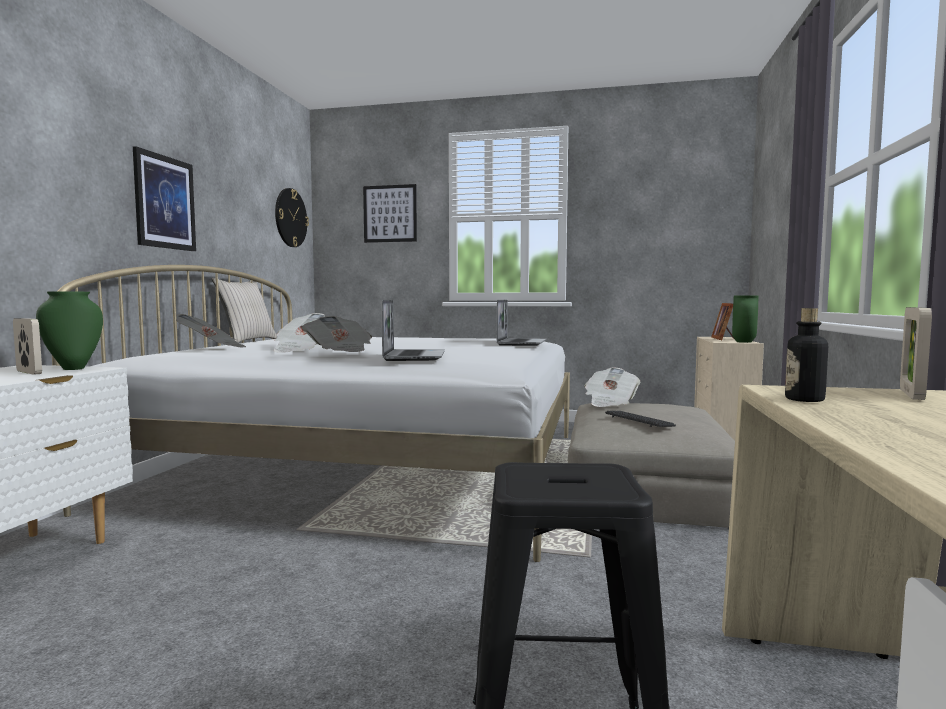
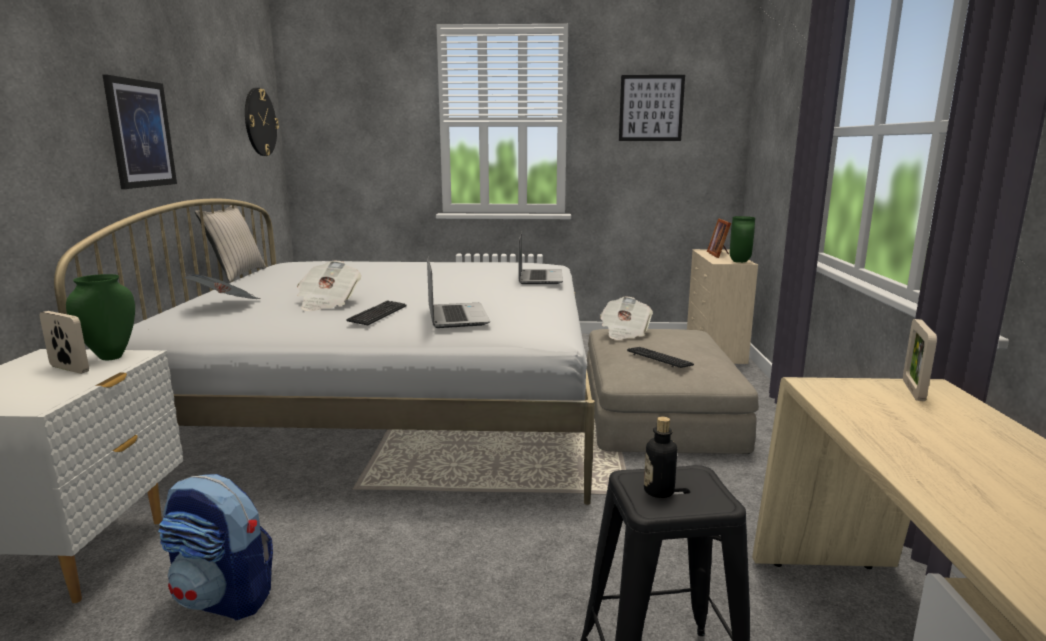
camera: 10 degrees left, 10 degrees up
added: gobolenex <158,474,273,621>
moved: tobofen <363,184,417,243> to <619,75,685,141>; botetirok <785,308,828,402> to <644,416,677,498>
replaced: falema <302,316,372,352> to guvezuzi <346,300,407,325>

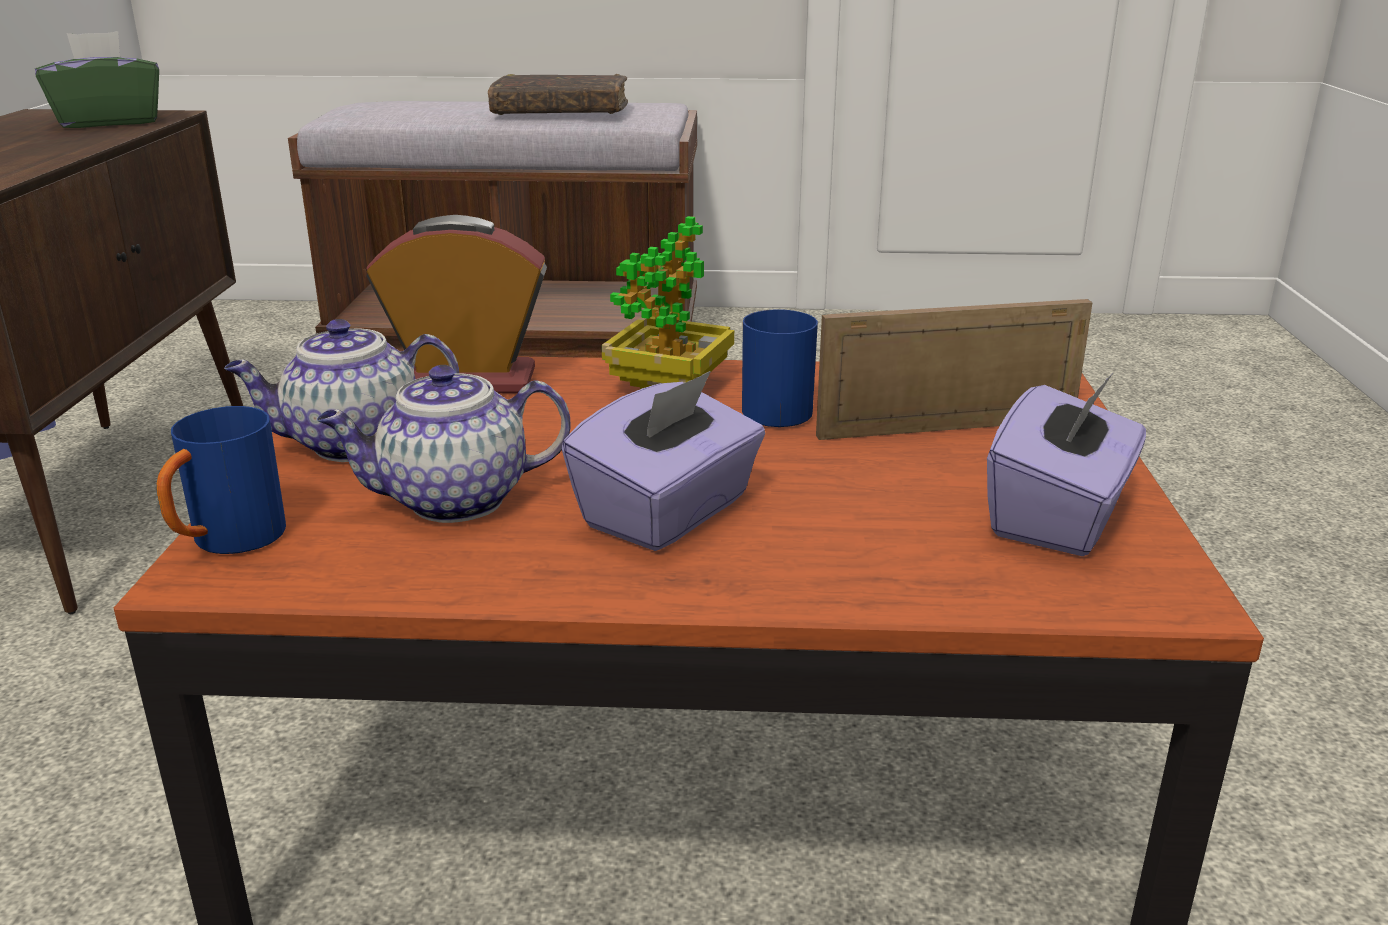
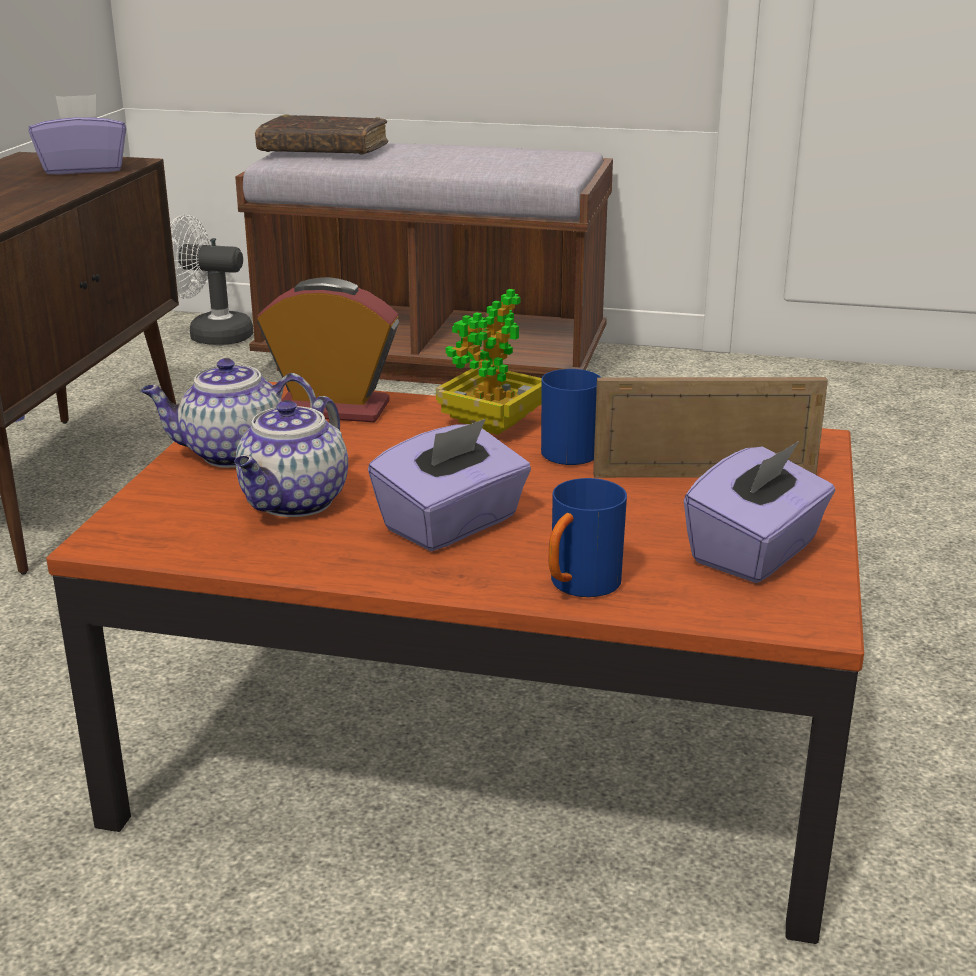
camera: 10 degrees right, 0 degrees up
added: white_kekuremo <170,215,253,345>
moved: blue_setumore <156,406,286,554> to <549,478,627,597>; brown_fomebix <488,74,628,115> to <255,114,388,155>
recoloured: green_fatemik <35,31,159,128> to purple_fatemik <29,94,127,175>
turned: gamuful <317,365,570,523> = <235,396,348,517> 60 degrees counterclockwise

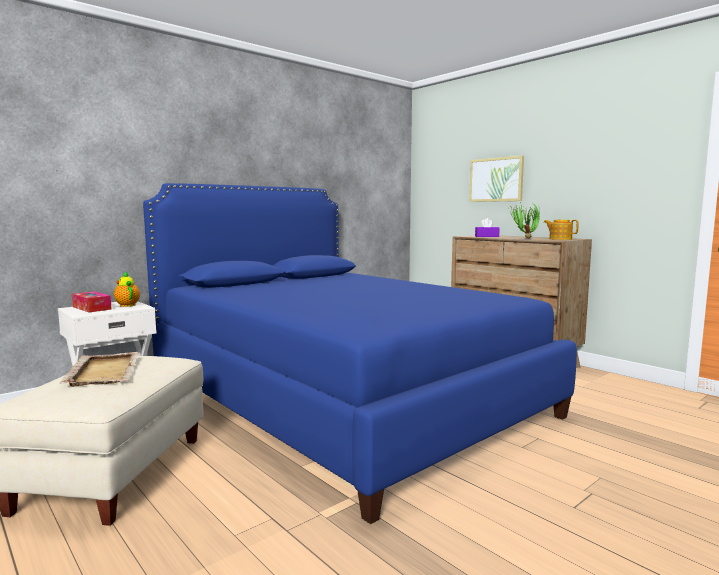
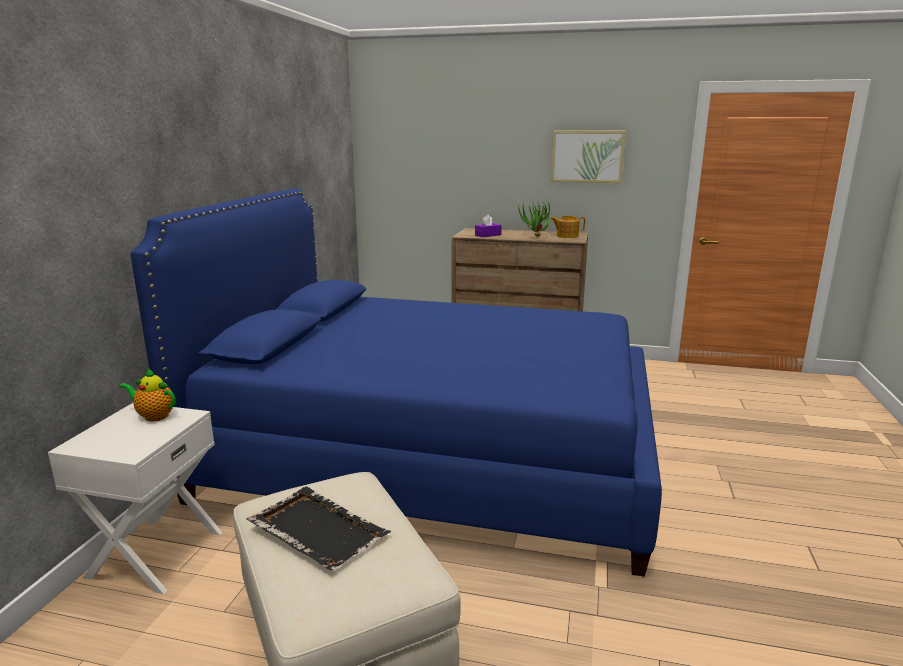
camera: 35 degrees left, 10 degrees up
removed: fatemik <72,291,112,313>
moved: tobofen <469,156,524,202> to <551,130,626,183>
recoloured: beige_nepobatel <60,352,139,387> to black_nepobatel <247,486,391,570>

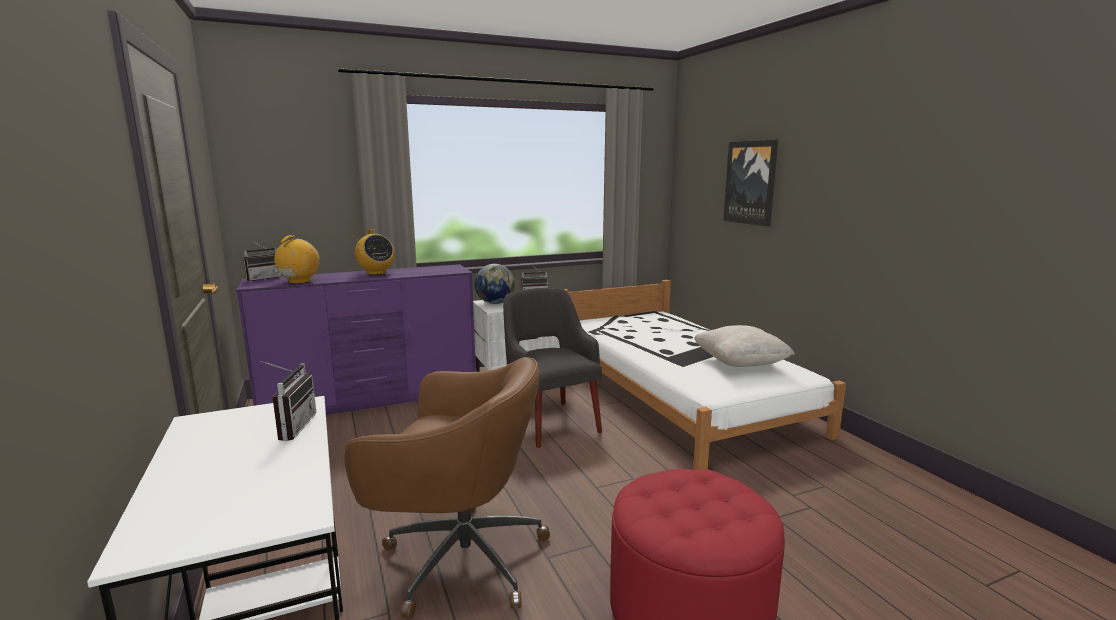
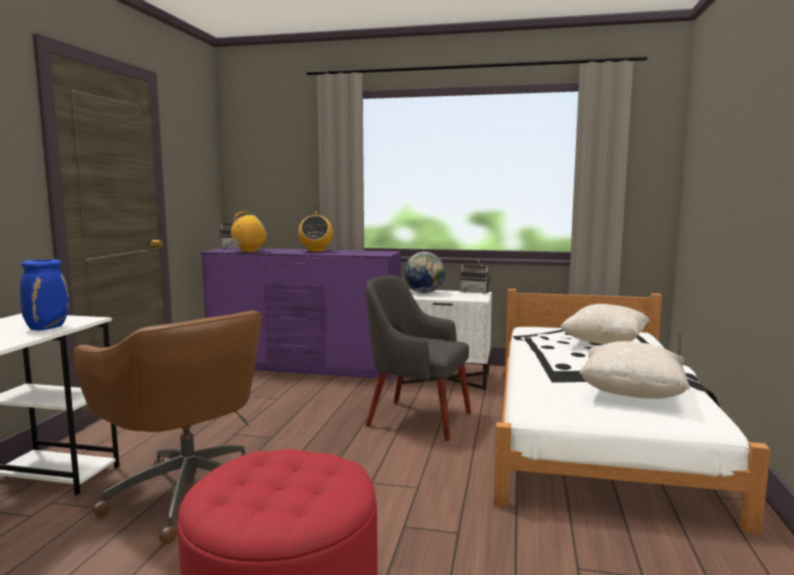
camera: 35 degrees right, 5 degrees down
removed: tobofen <723,139,778,227>
added: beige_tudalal <561,304,650,344>
replaced: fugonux <261,361,316,441> to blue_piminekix <20,259,69,330>
turned: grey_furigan <503,288,602,448> = <365,275,471,441> 75 degrees counterclockwise

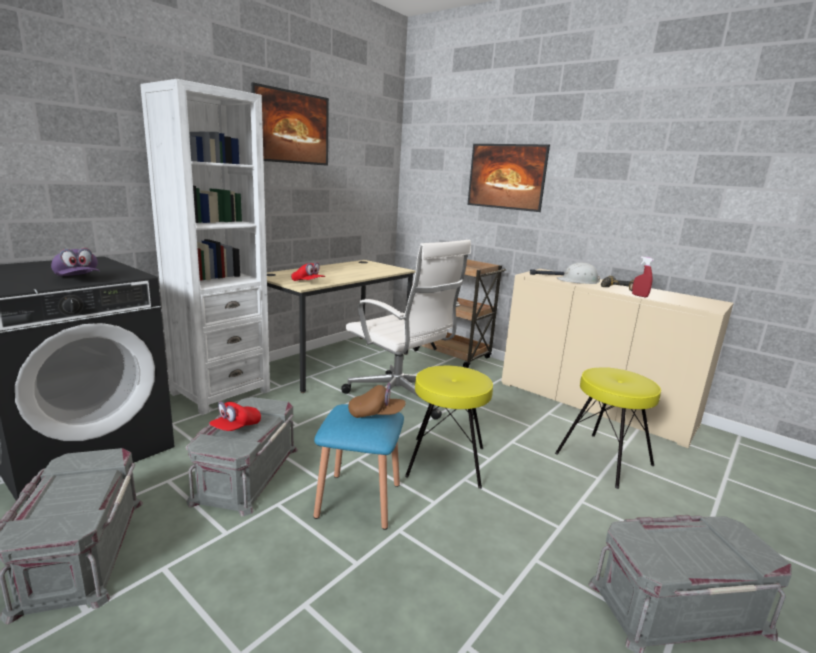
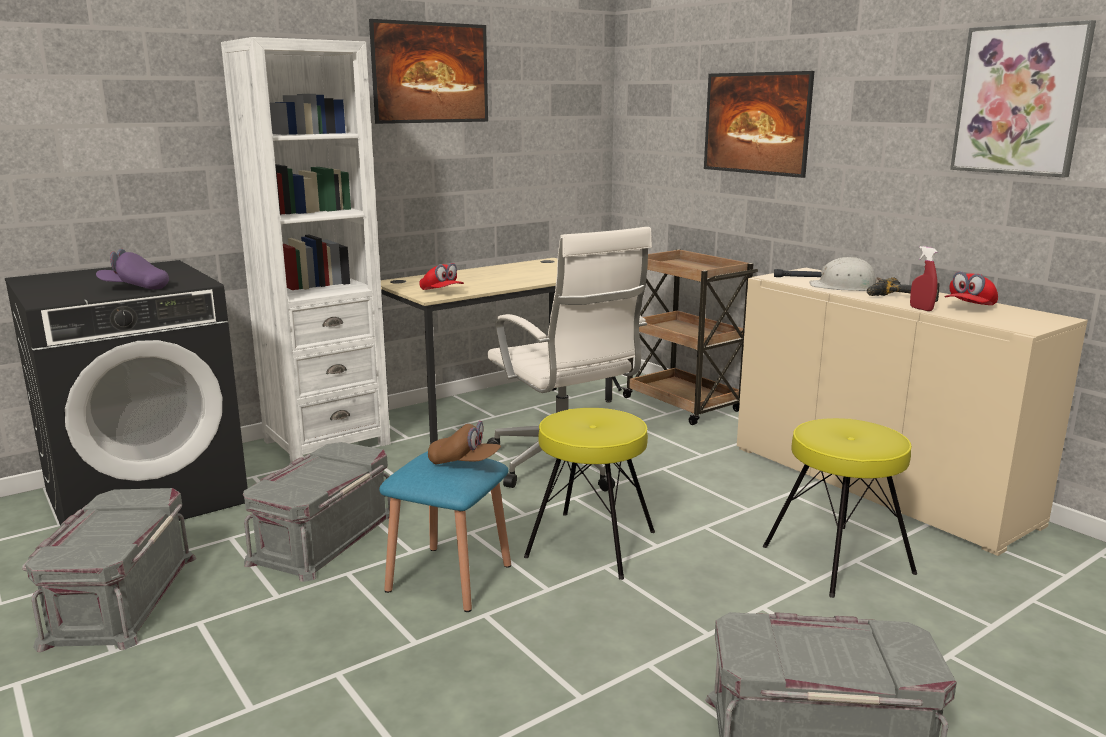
camera: 15 degrees right, 0 degrees up
added: tobofen <950,20,1096,177>
moved: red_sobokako <209,401,261,431> to <945,271,998,305>
turned: purple_sobokako <51,248,100,276> = <96,249,169,290> 120 degrees clockwise

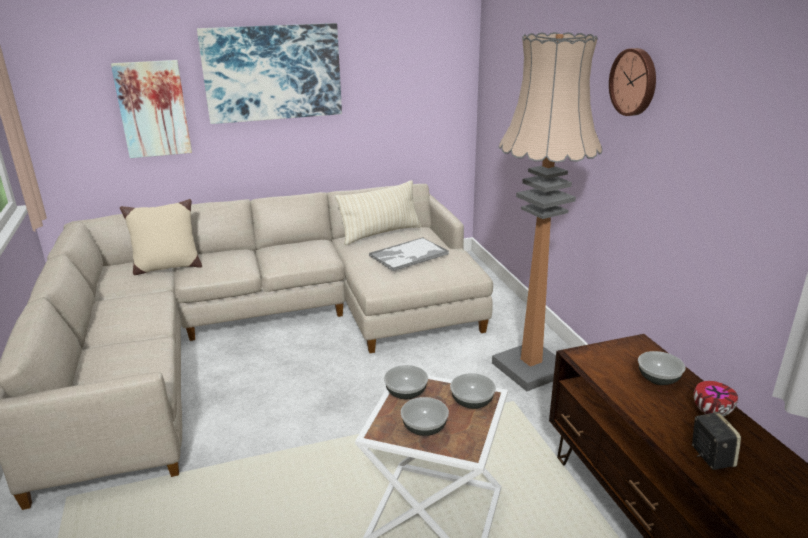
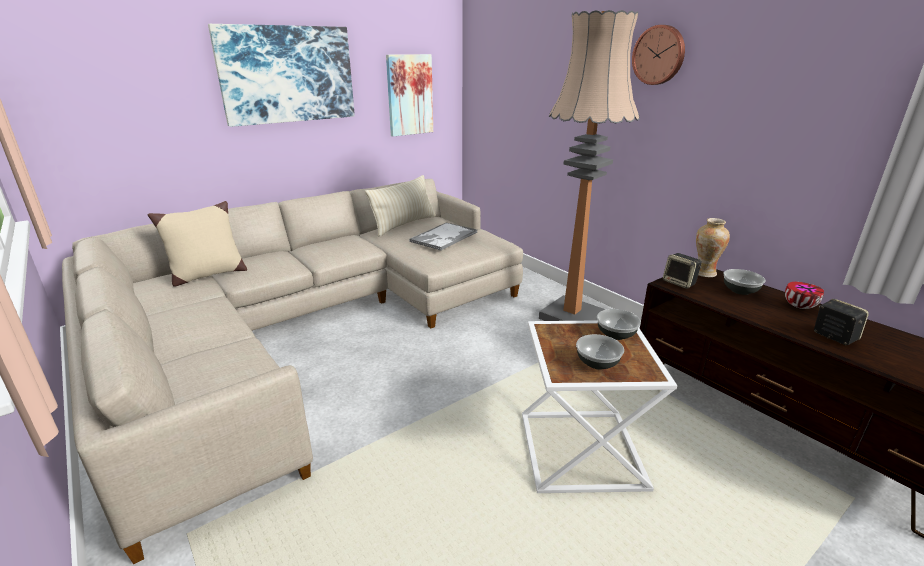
camera: 20 degrees left, 0 degrees up
removed: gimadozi <384,365,428,399>
added: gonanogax <663,253,702,289>; piminekix <696,218,730,277>
moved: tobofen <111,60,192,158> to <386,54,433,137>

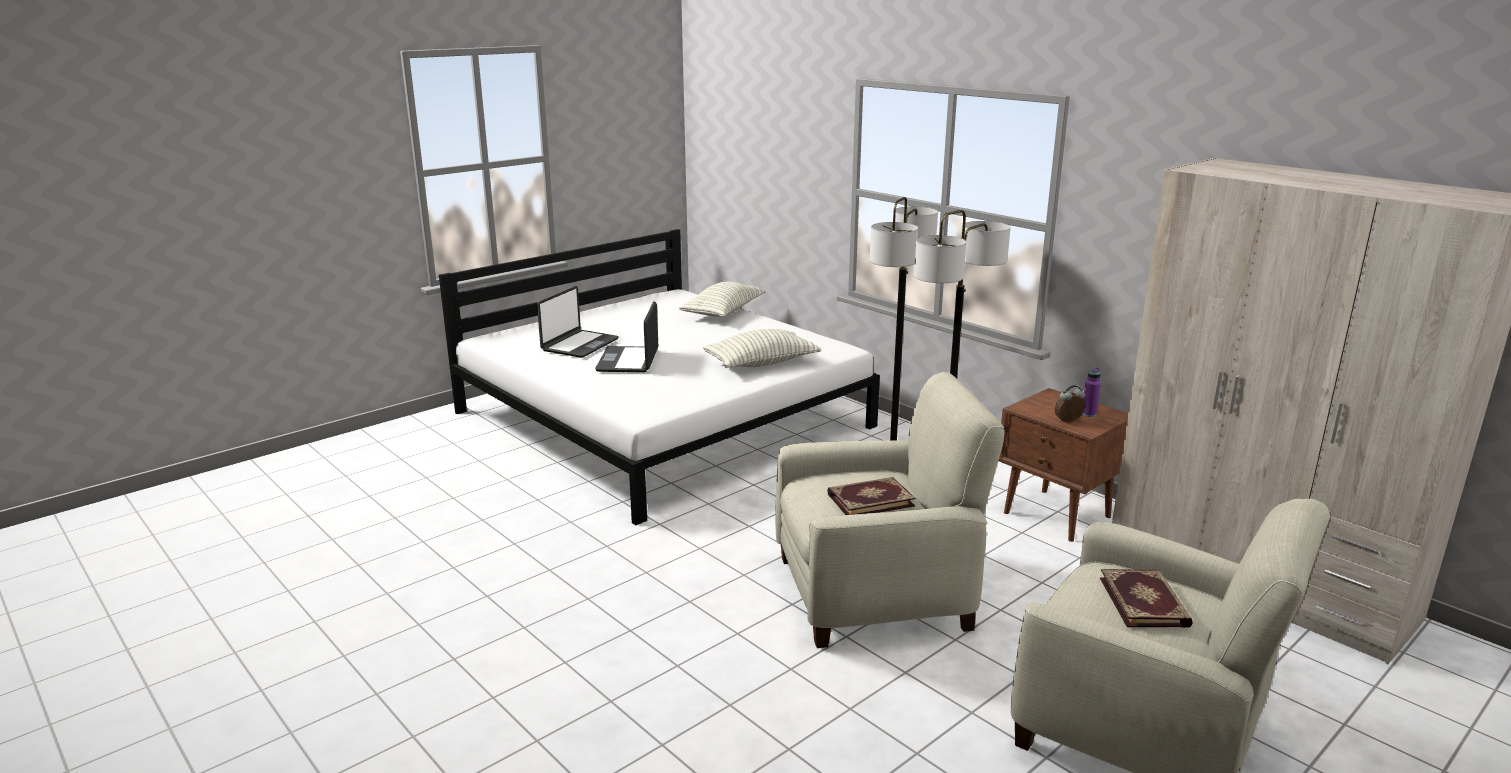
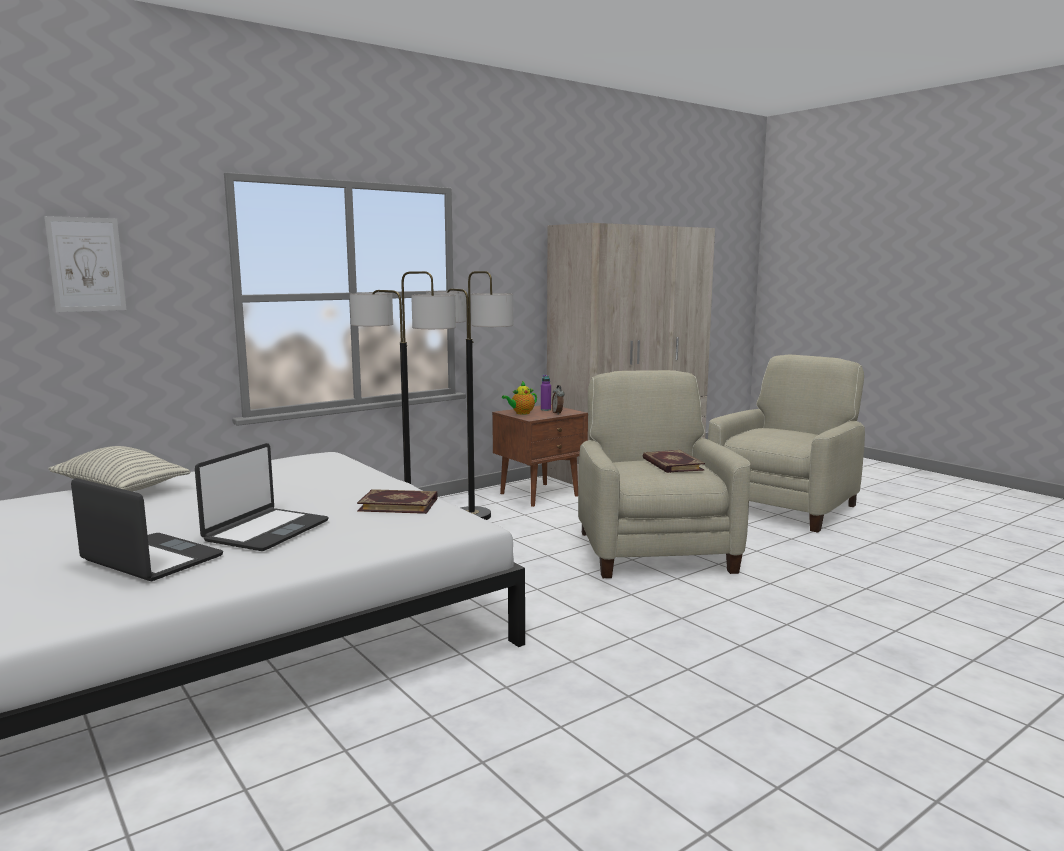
camera: 85 degrees left, 10 degrees down
removed: tudalal <703,329,821,368>
added: tobofen <44,216,127,312>; gamuful <502,381,537,415>
moved: fomebix <1100,569,1193,628> to <357,489,438,514>
turned: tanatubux <595,301,658,372> = <195,443,329,551> 75 degrees counterclockwise

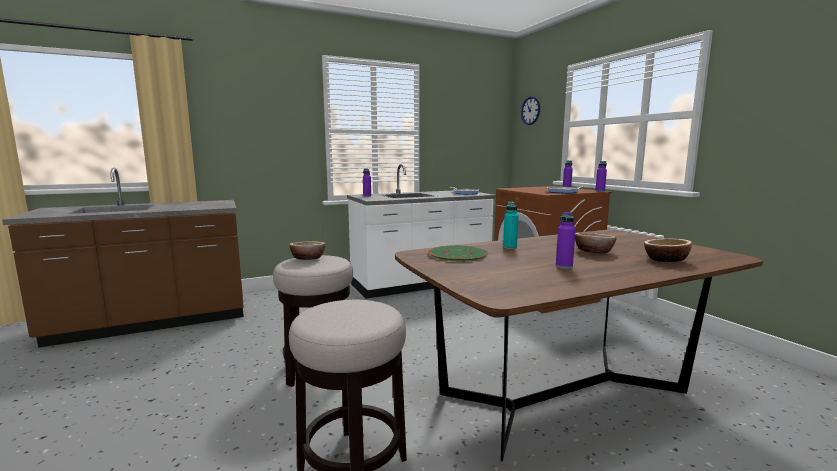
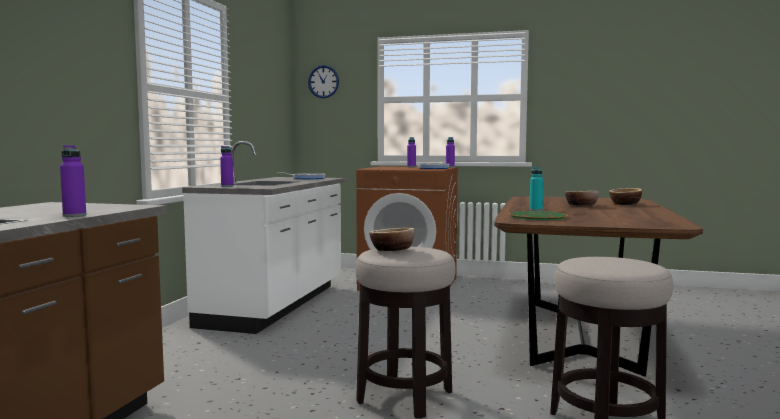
camera: 50 degrees left, 5 degrees down
moved: purple_botetirok <556,212,576,269> to <60,145,86,217>

